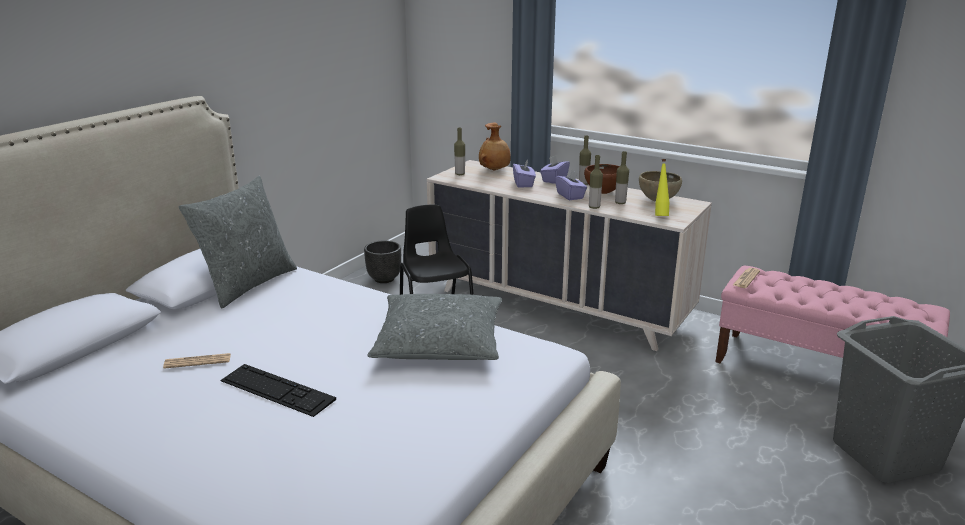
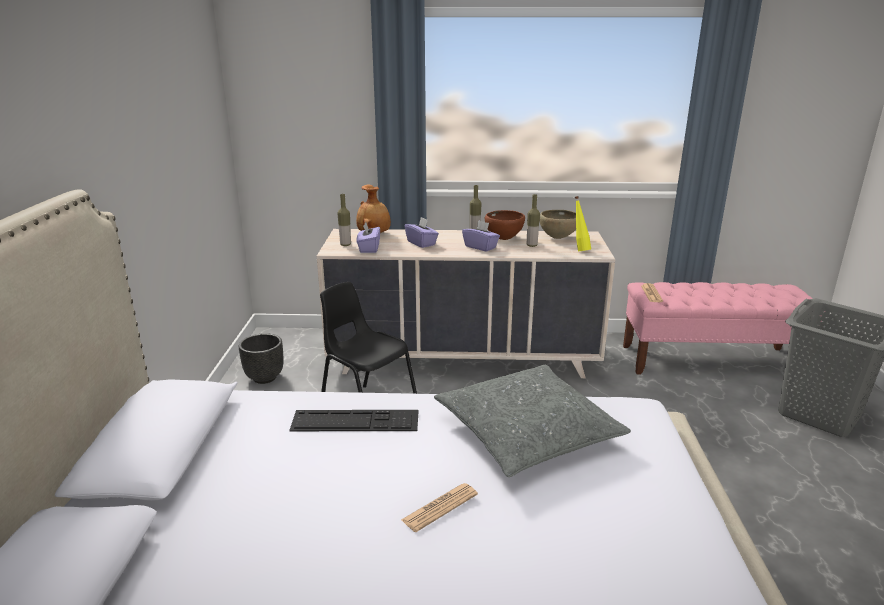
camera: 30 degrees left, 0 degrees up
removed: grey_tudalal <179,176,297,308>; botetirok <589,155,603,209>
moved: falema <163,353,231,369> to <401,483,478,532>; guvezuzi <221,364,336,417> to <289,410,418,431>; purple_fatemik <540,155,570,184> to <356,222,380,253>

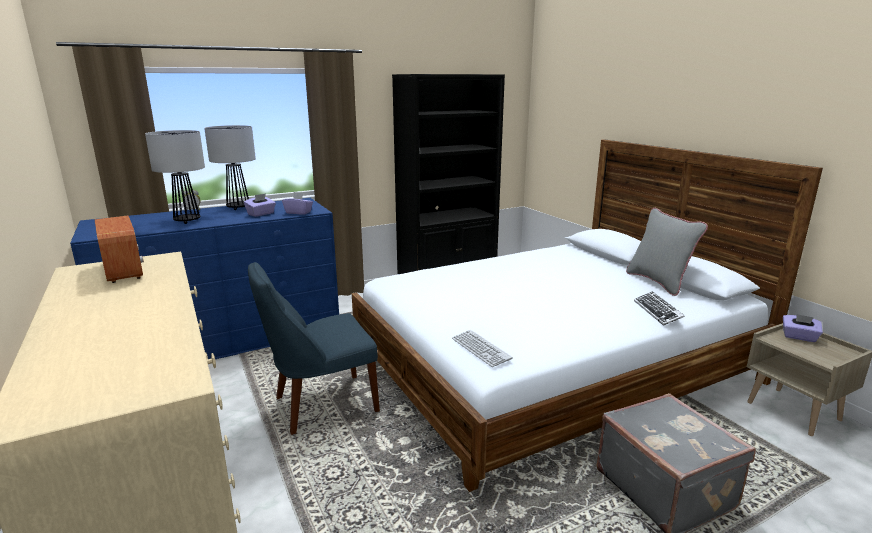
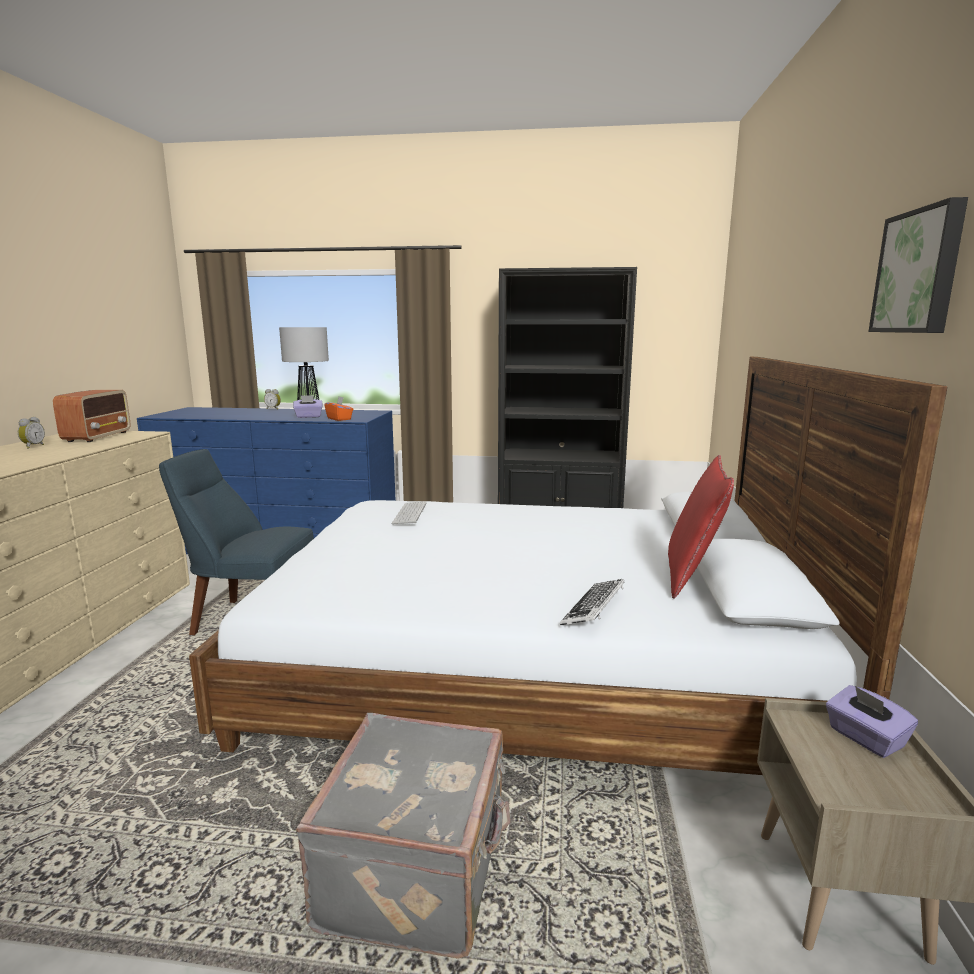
camera: 35 degrees right, 5 degrees down
removed: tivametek <145,130,205,224>
added: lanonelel <18,417,45,448>; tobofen <868,197,968,333>
moved: guvezuzi <452,330,512,367> to <391,501,426,524>
recoloured: purple_fatemik <282,192,313,215> to orange_fatemik <324,397,353,421>; grey_tudalal <626,208,708,296> to red_tudalal <668,455,734,599>

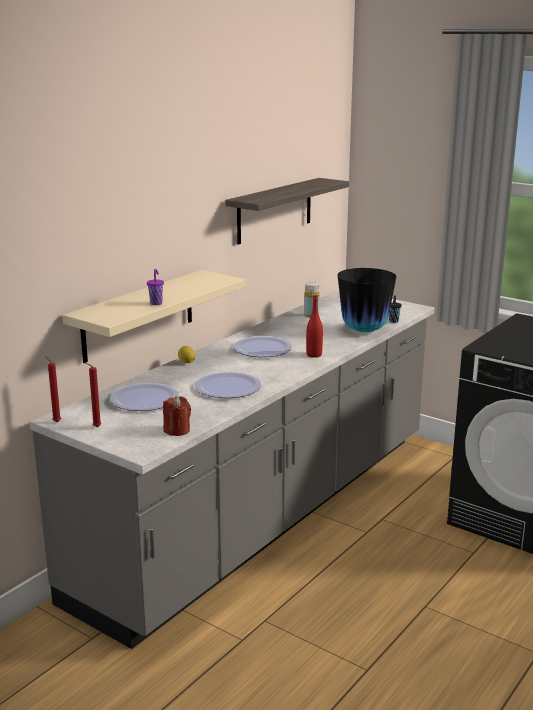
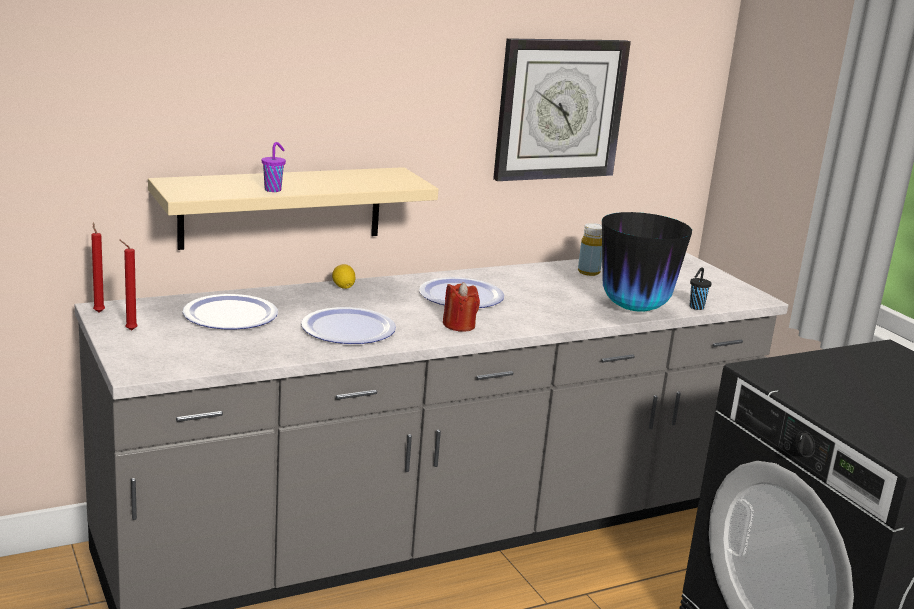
camera: 25 degrees right, 0 degrees up
removed: red_botetirok <306,295,323,358>
moved: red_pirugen <163,396,191,436> to <443,282,480,332>
replaced: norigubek <226,178,349,245> to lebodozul <493,38,631,181>

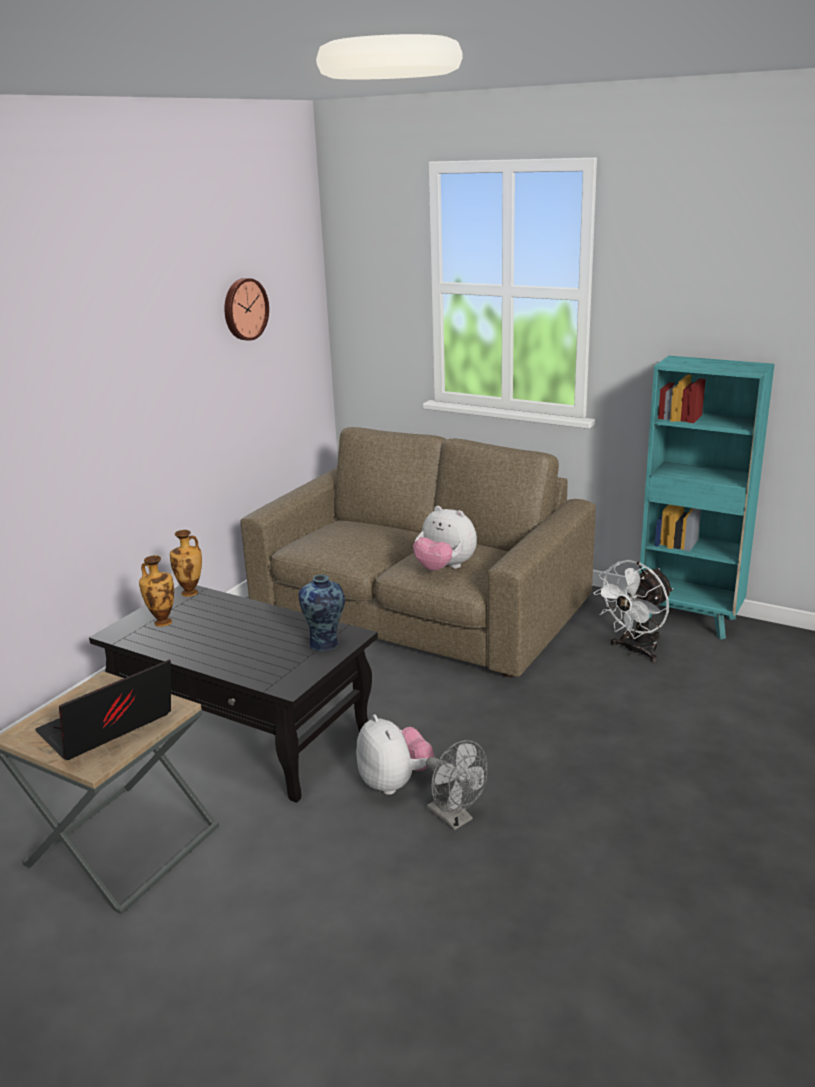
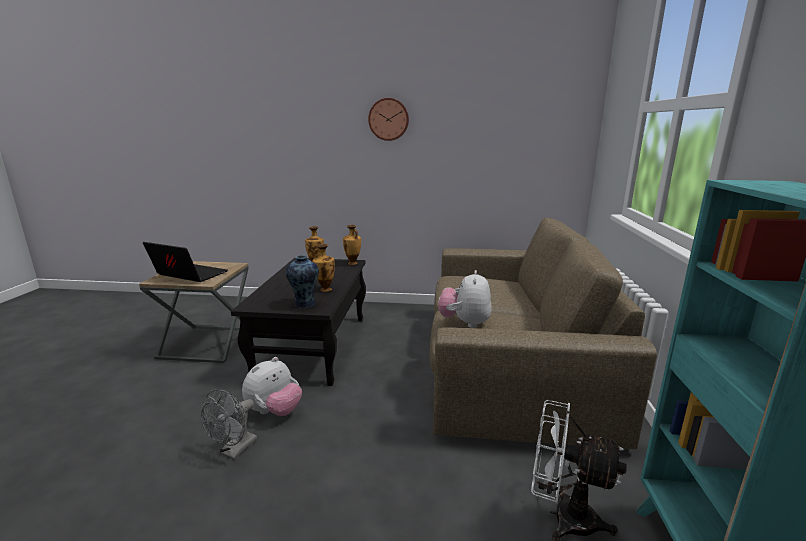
camera: 65 degrees right, 5 degrees down
added: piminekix <312,244,335,292>
moved: lebodozul <225,278,269,341> to <368,98,409,141>

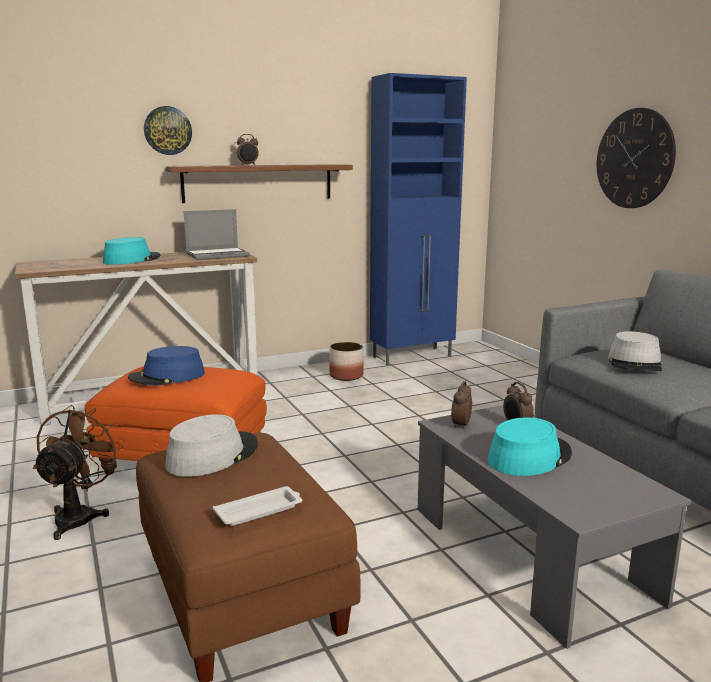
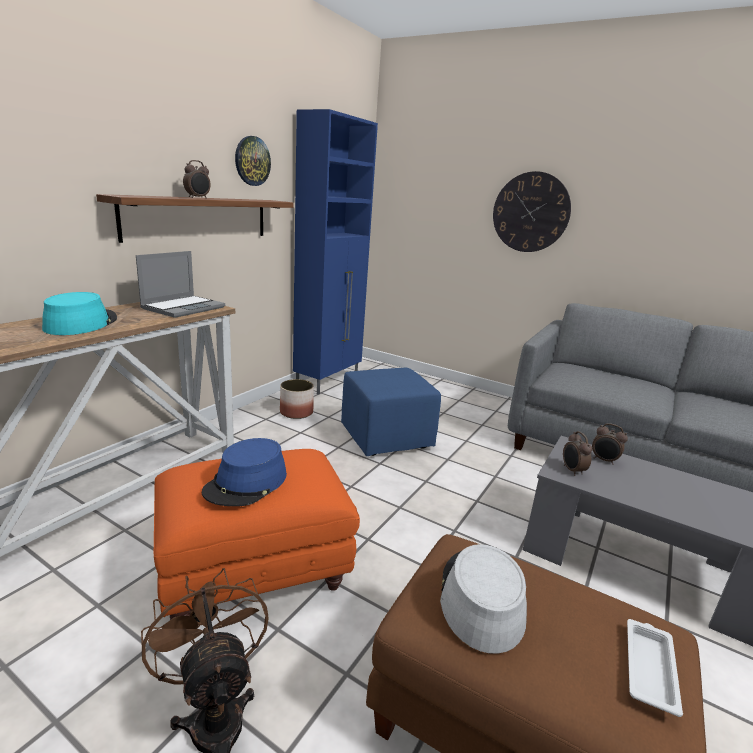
camera: 35 degrees left, 5 degrees up
removed: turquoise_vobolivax <488,417,572,476>; grey_vobolivax <608,331,663,371>
added: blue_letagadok <341,368,441,456>
moved: lebodozul <144,106,192,155> to <235,136,271,186>

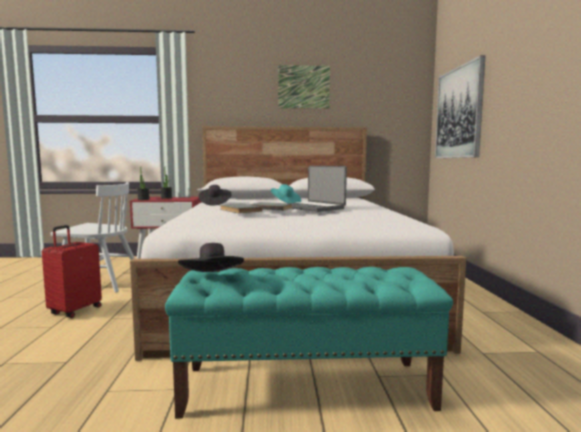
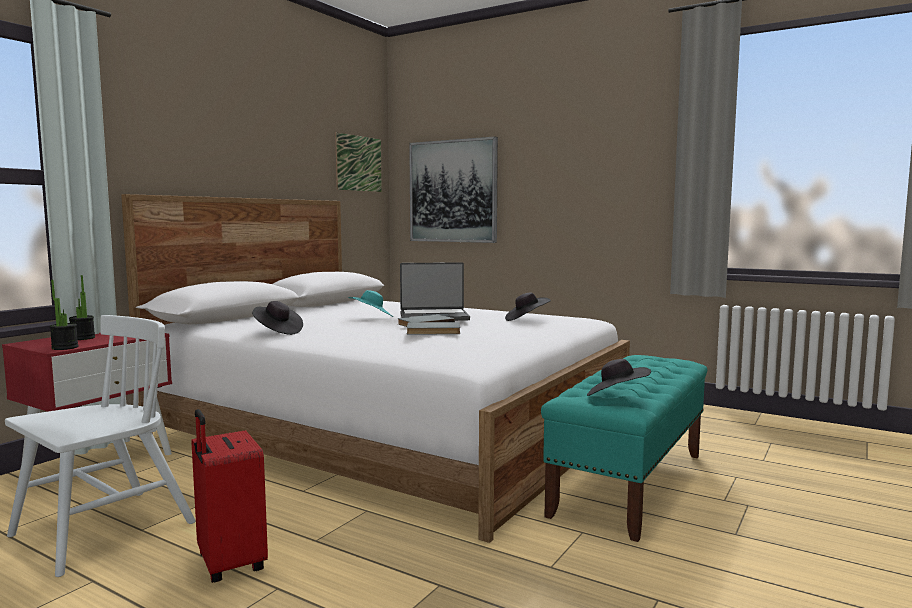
camera: 55 degrees left, 0 degrees up
added: black_vobolivax <505,292,551,321>
moved: tobofen <278,65,330,109> to <335,132,382,192>

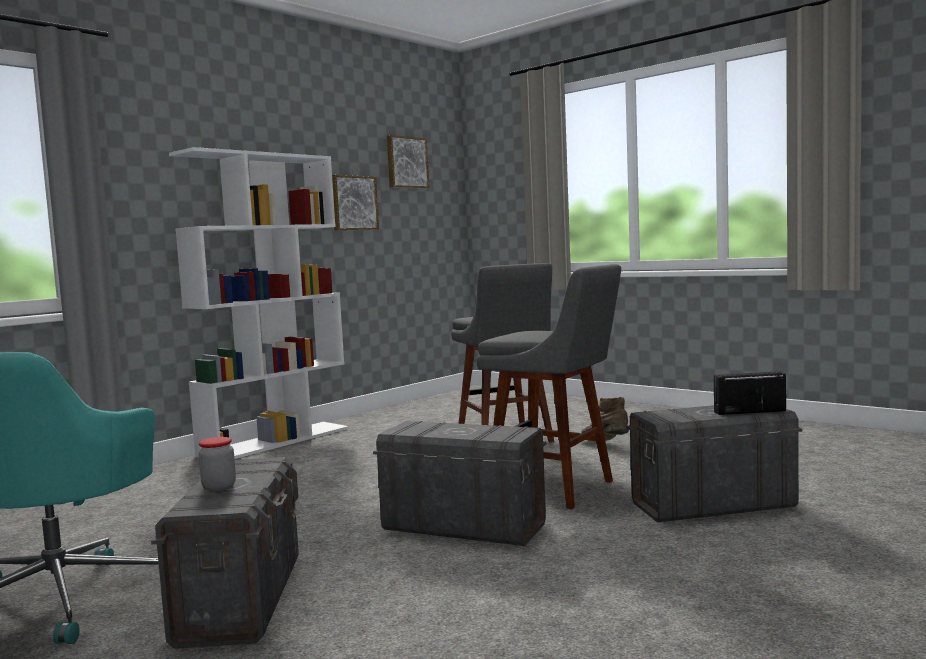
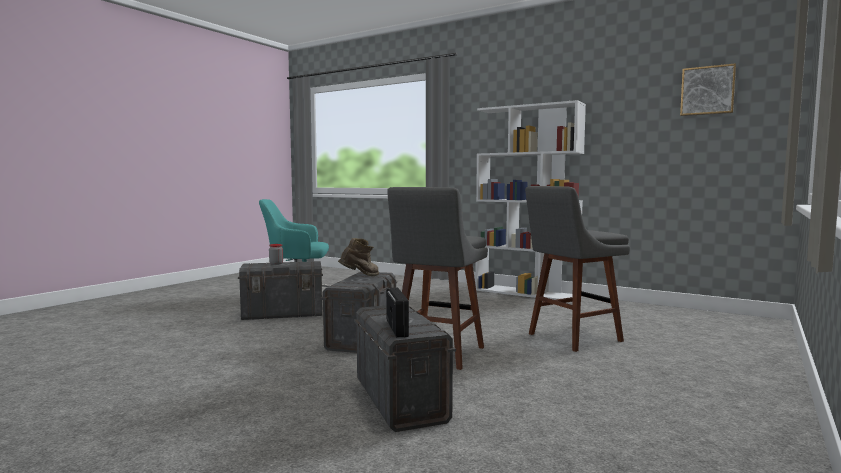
camera: 80 degrees right, 0 degrees up
removed: tobofen <332,175,379,231>
moved: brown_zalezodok <581,397,629,441> to <338,238,379,276>

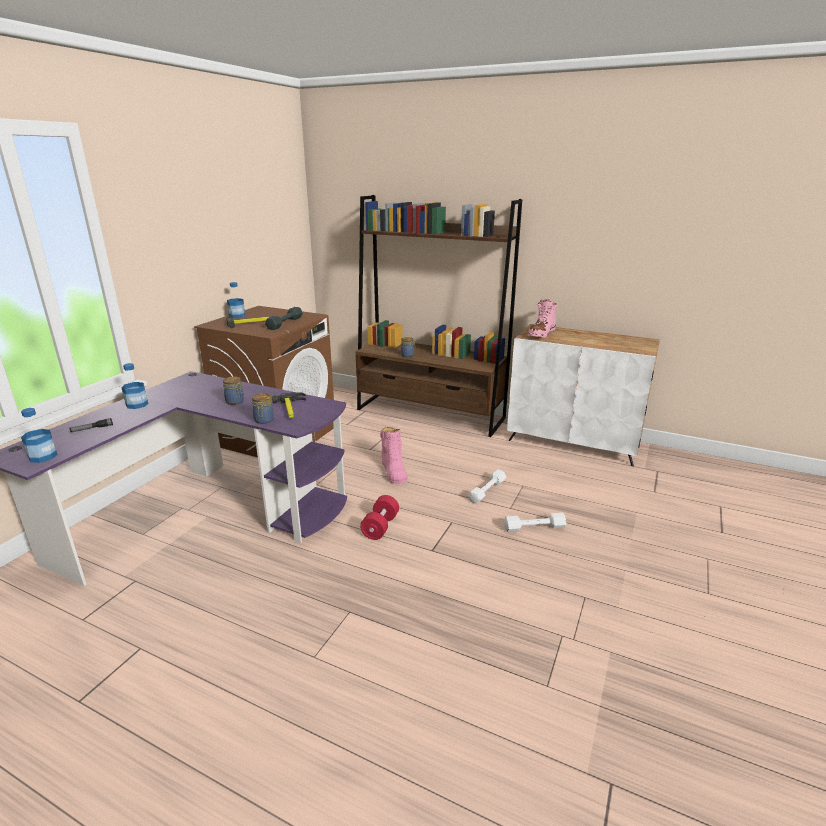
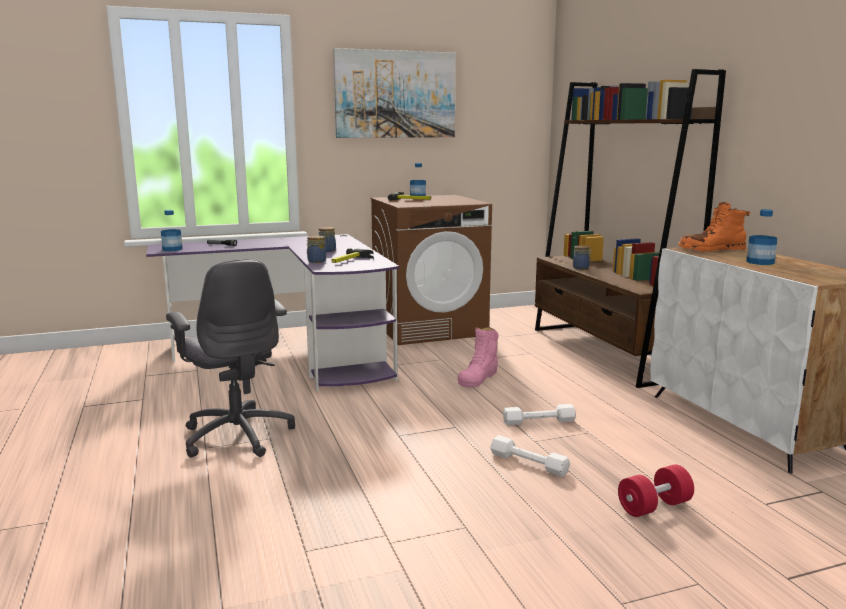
camera: 45 degrees right, 10 degrees down
removed: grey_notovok <265,307,303,330>
added: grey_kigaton <166,259,295,458>; tobofen <333,48,456,138>
moved: botetirok <121,363,148,409> to <746,209,777,265>; red_notovok <360,495,399,540> to <618,464,694,517>
recoloured: pink_zalezodok <528,299,557,338> to orange_zalezodok <678,202,750,252>

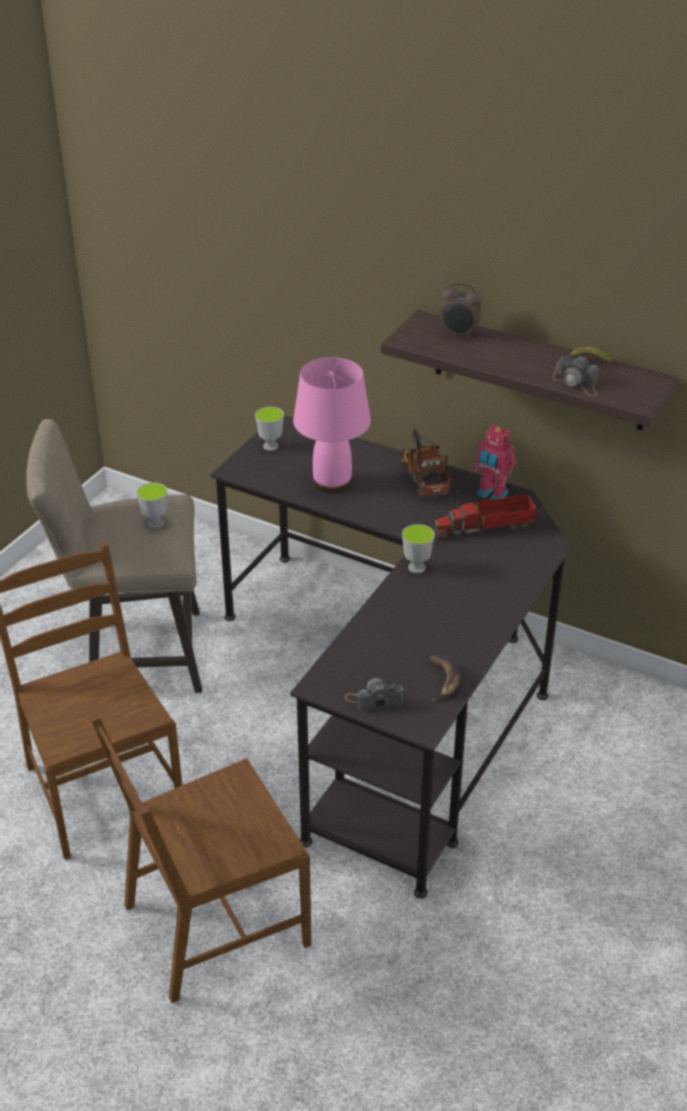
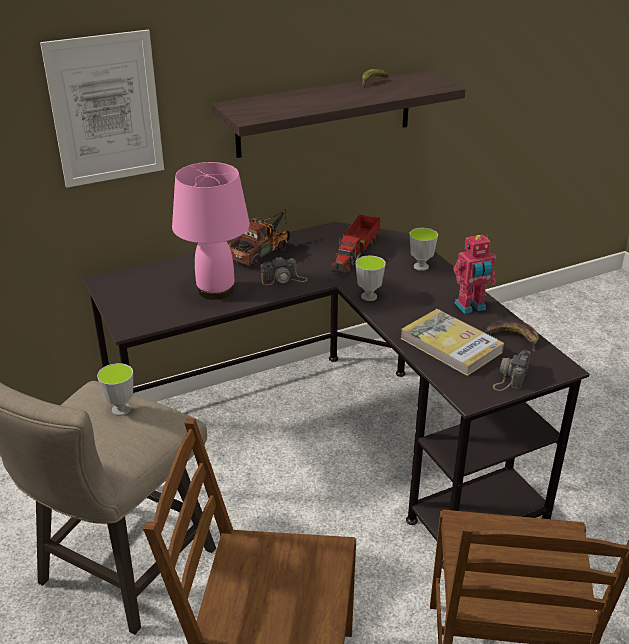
camera: 55 degrees left, 5 degrees down
removed: lanonelel <439,282,482,339>
added: tobofen <40,29,164,188>; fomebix <400,309,504,376>
moved: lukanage <255,407,284,451> to <410,228,438,271>; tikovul <473,425,517,499> to <454,235,496,314>; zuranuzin <552,356,599,396> to <261,257,307,285>
turned: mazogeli <401,427,452,498> = <228,210,290,267> 105 degrees clockwise

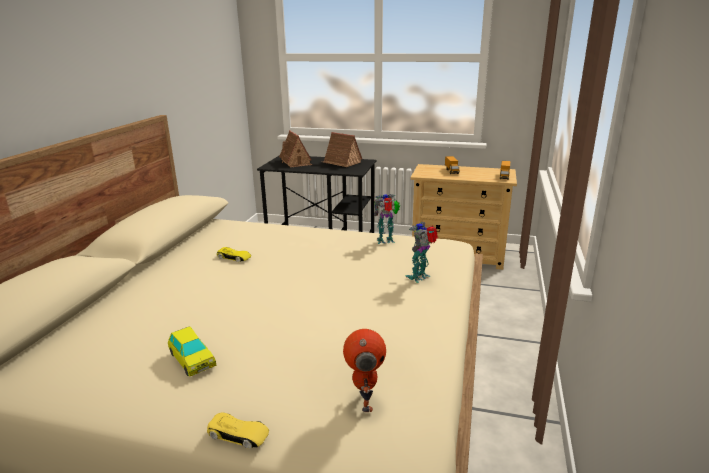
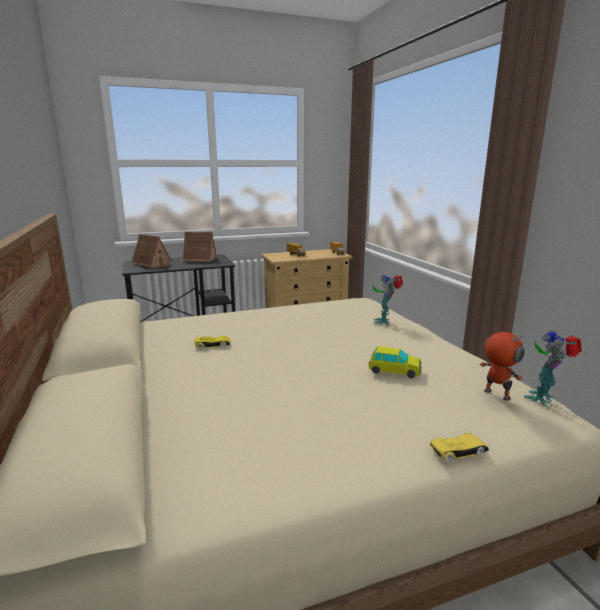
camera: 35 degrees left, 5 degrees down
moved: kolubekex <168,326,216,376> to <369,346,422,378>; tikovul <374,194,400,244> to <524,330,582,406>

